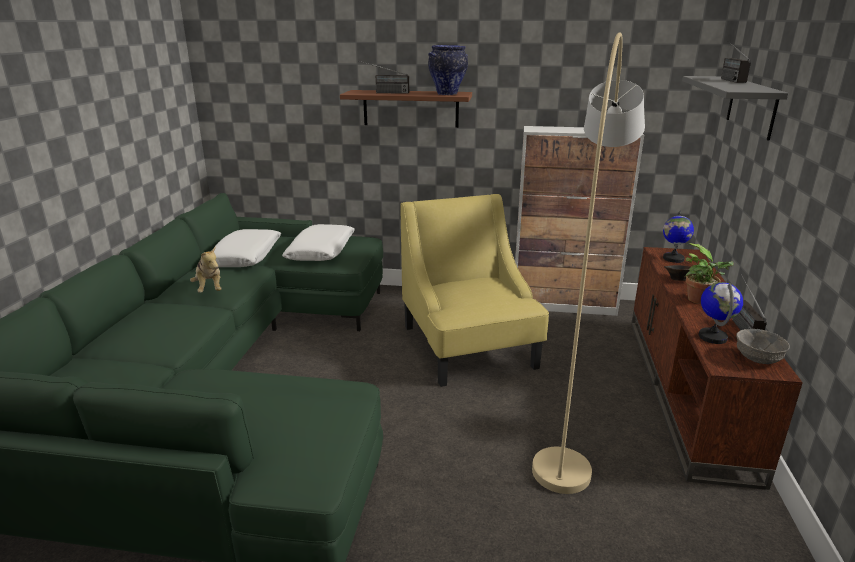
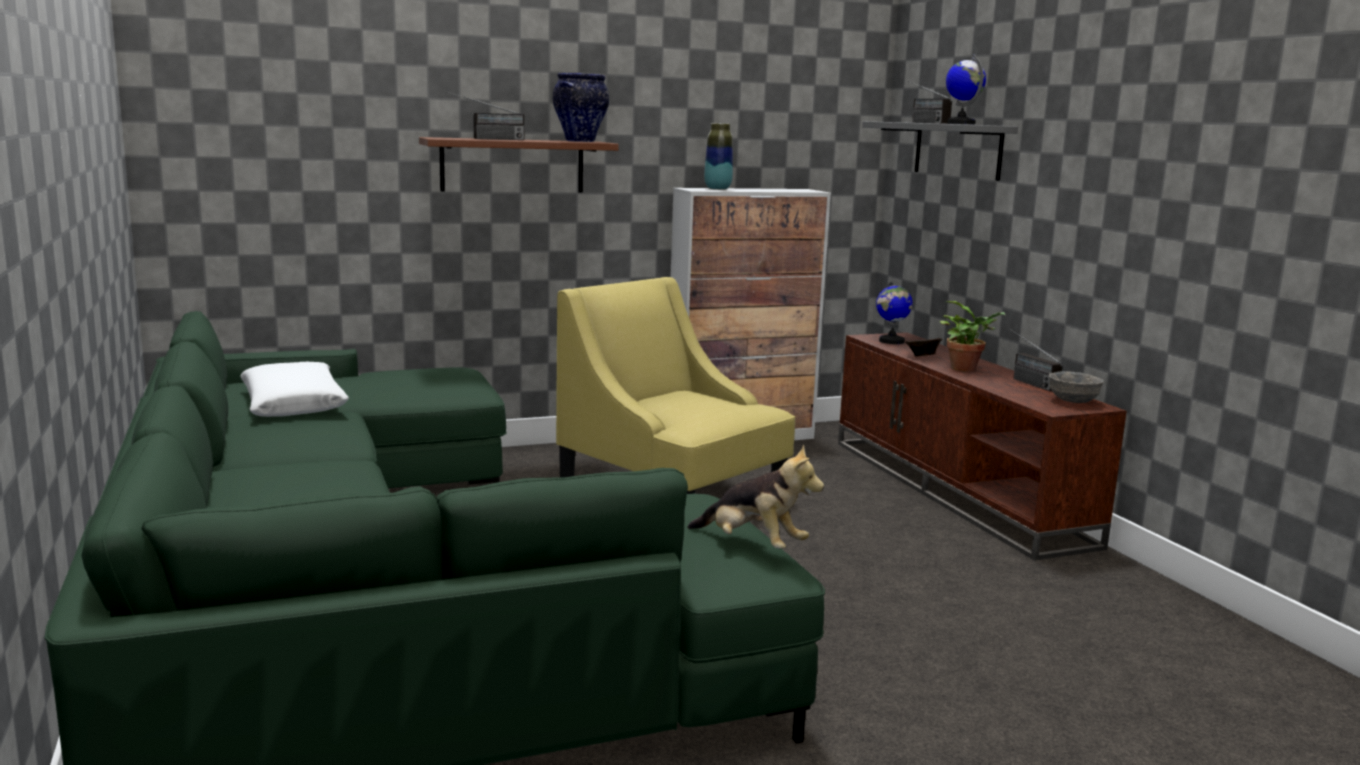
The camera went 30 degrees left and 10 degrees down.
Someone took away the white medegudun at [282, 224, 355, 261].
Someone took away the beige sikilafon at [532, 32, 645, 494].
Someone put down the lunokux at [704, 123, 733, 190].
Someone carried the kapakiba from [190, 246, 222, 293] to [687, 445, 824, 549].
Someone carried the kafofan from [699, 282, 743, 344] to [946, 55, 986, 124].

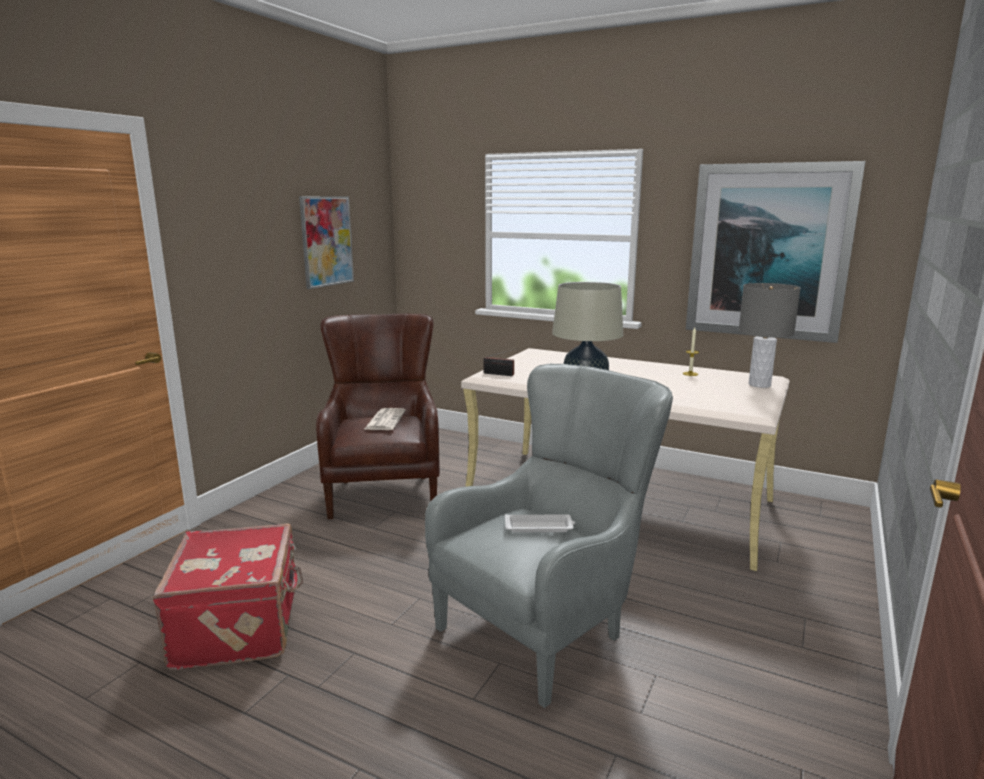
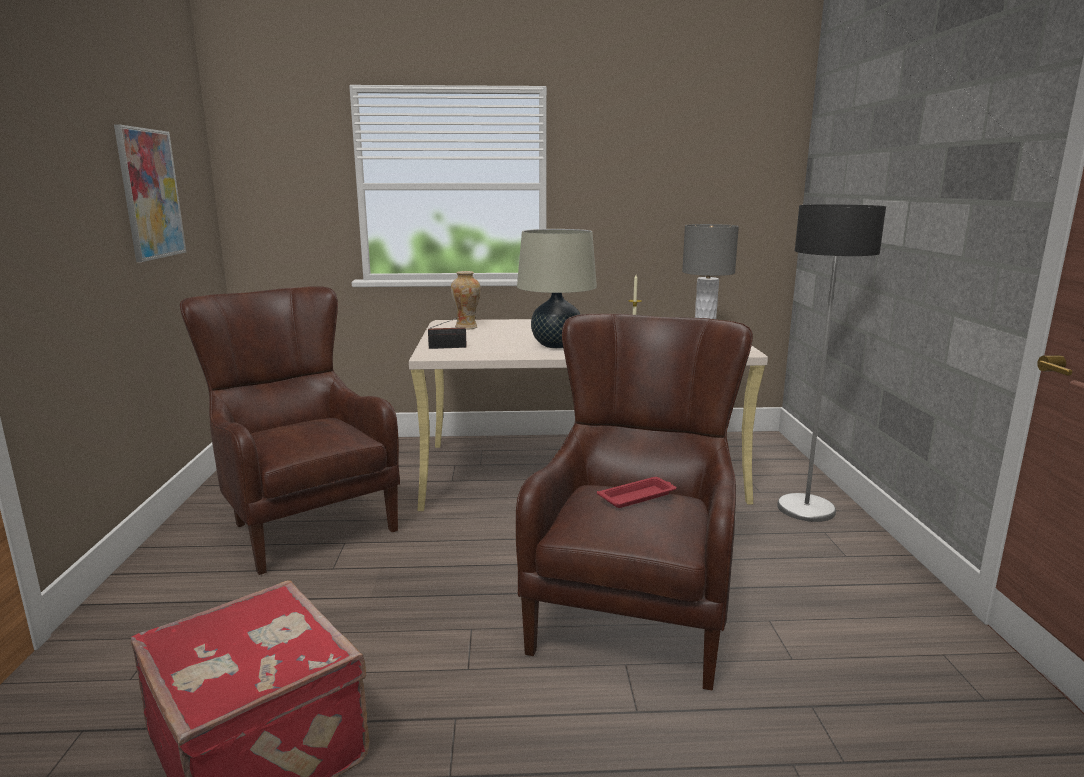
The camera went 30 degrees left and 0 degrees up.
Someone took away the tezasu at [365, 408, 406, 430].
Someone took away the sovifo at [686, 161, 865, 343].
Someone put down the lunokux at [451, 271, 481, 330].
Someone put down the sikilafon at [777, 204, 886, 522].
Someone repainted the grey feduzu at [425, 364, 673, 708], which became the brown feduzu at [516, 314, 753, 690].
Someone repainted the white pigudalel at [505, 514, 575, 532], which became the red pigudalel at [597, 477, 677, 508].

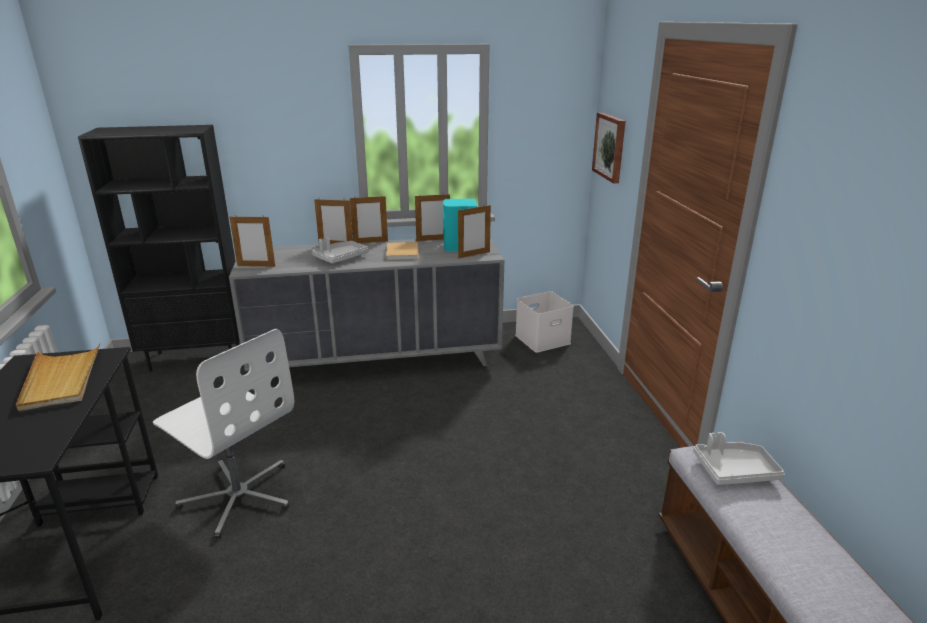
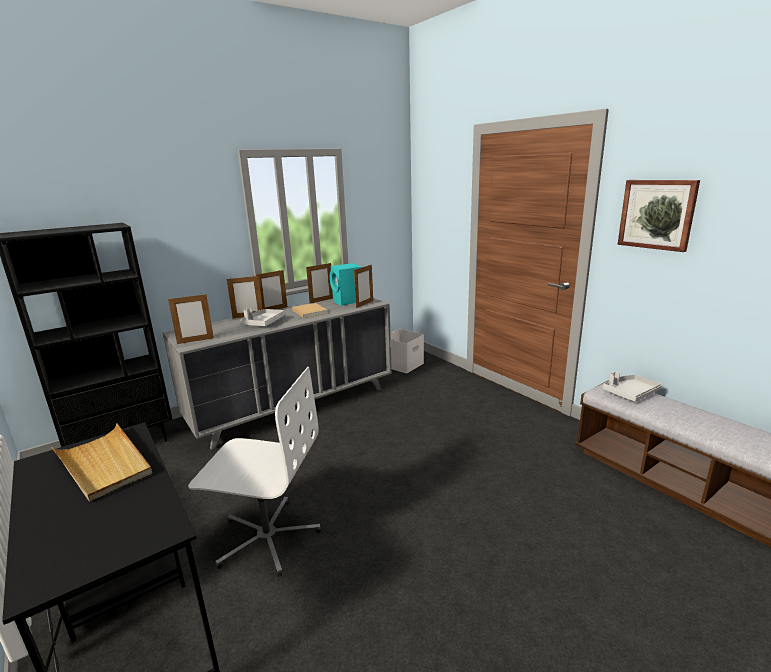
The camera went 25 degrees left and 5 degrees down.
Someone carried the sovifo from [592, 112, 625, 184] to [617, 180, 700, 252].

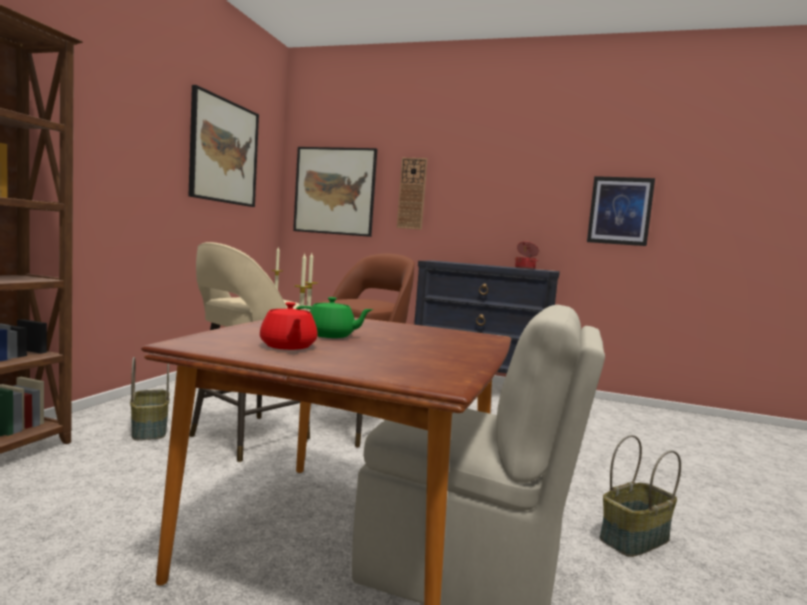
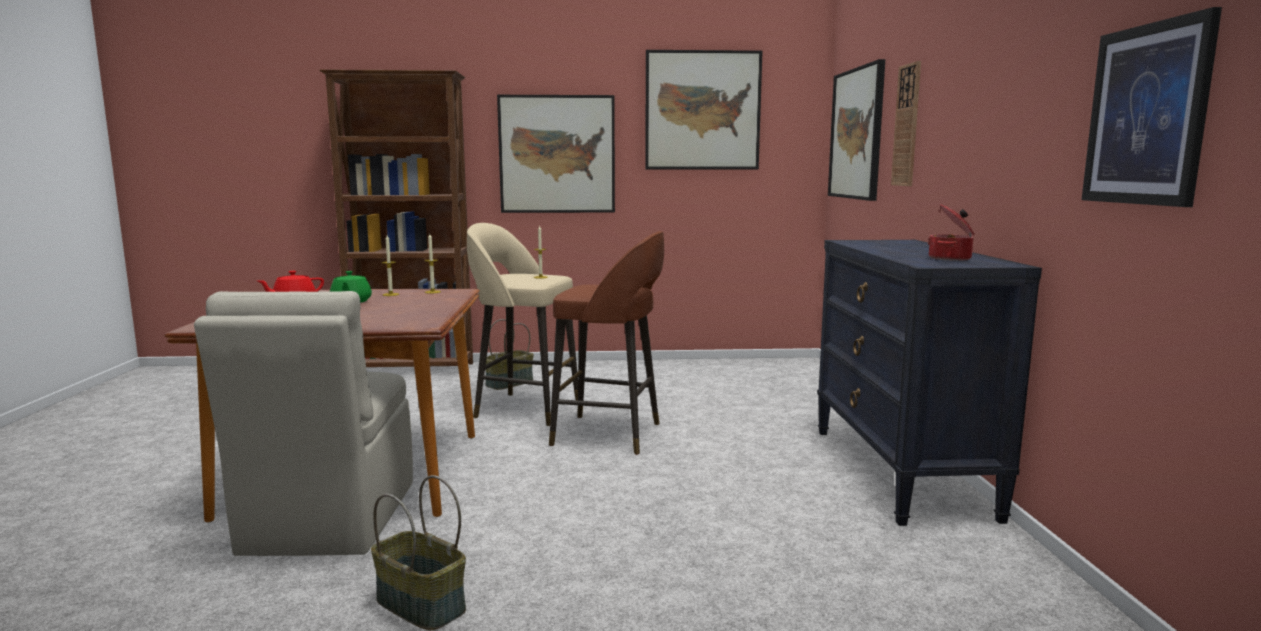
The camera went 70 degrees right and 5 degrees up.
Someone put up the sovifo at [497, 95, 615, 213].

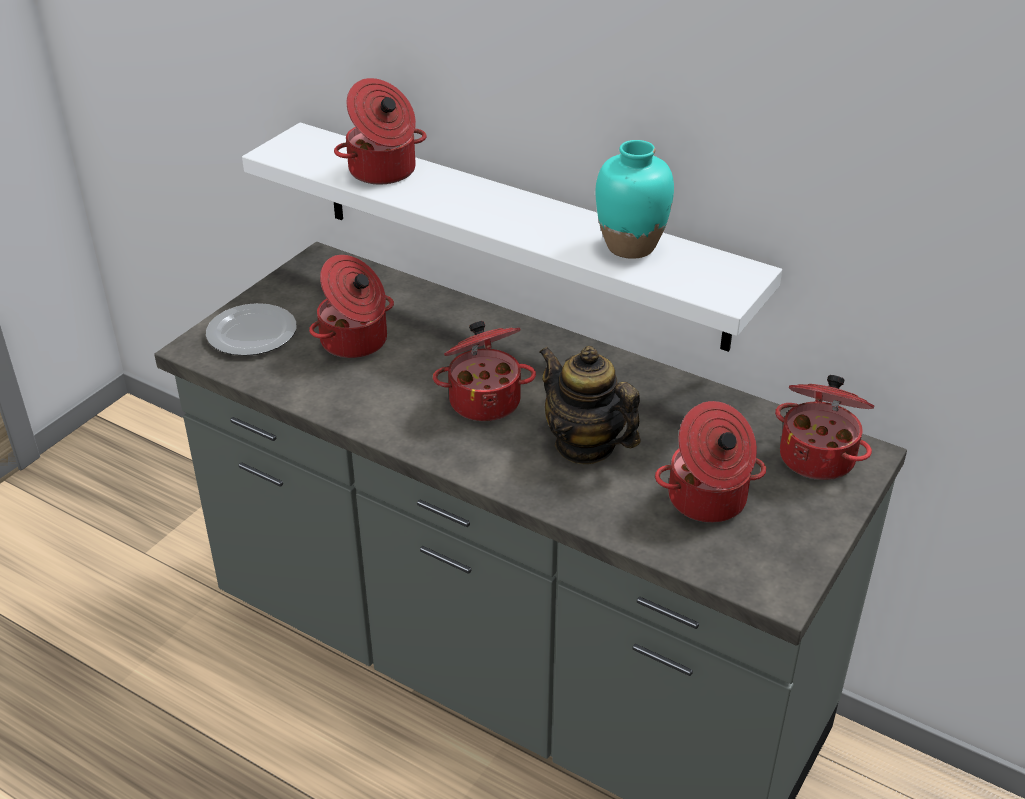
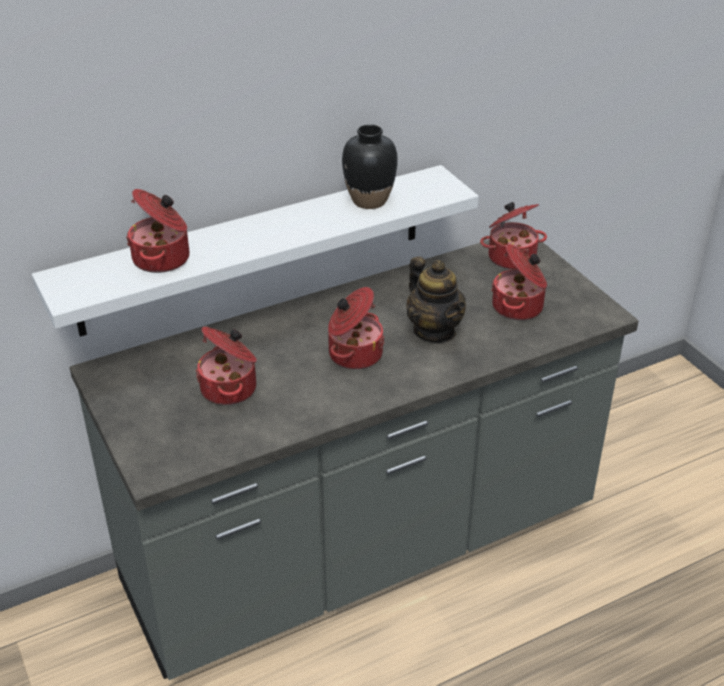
The camera went 60 degrees left and 0 degrees up.
Someone took away the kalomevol at [206, 303, 296, 356].
Someone repainted the turquoise lunokux at [596, 140, 674, 259], which became the black lunokux at [342, 124, 398, 209].
Someone rotated the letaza at [539, 346, 640, 464] by 105 degrees counterclockwise.

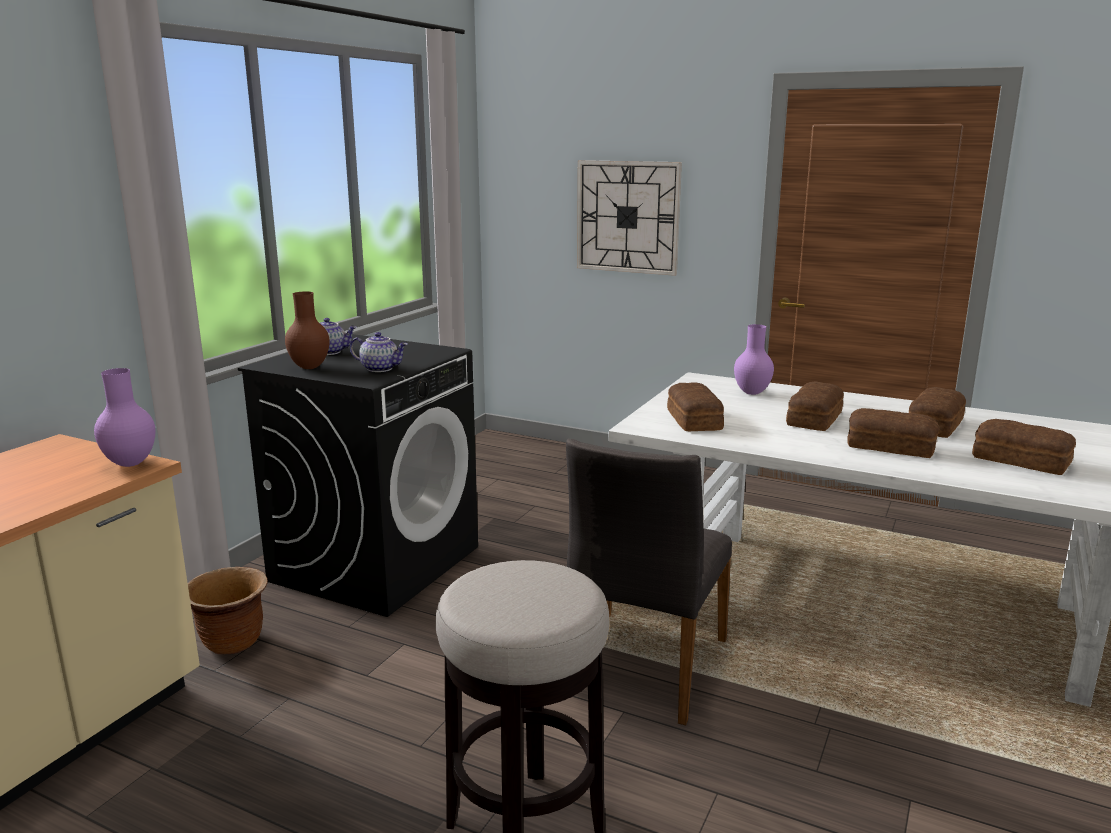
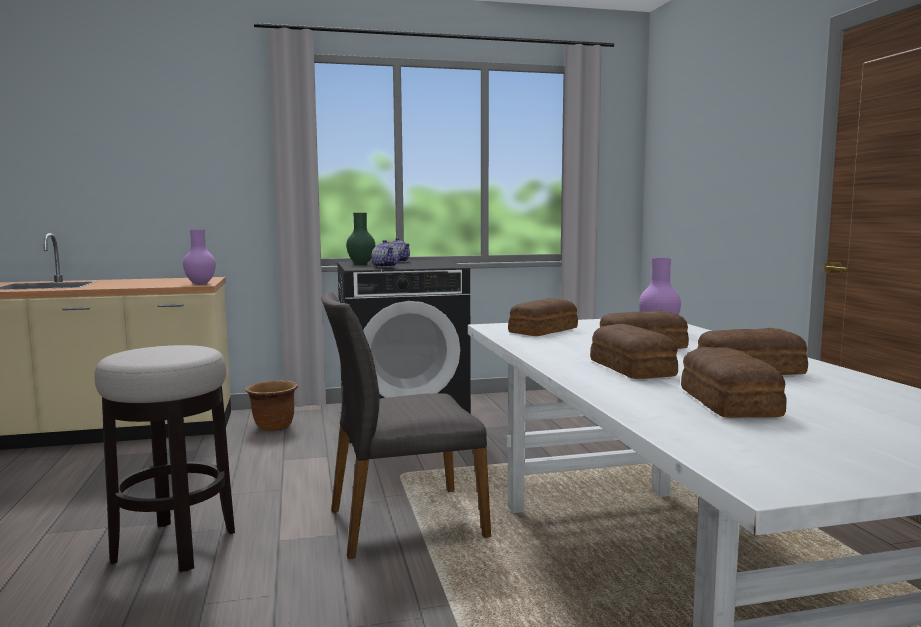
The camera went 50 degrees right and 10 degrees down.
Someone took away the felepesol at [577, 160, 682, 276].
Someone repainted the brown lunokux at [285, 291, 330, 369], which became the green lunokux at [346, 213, 375, 264].

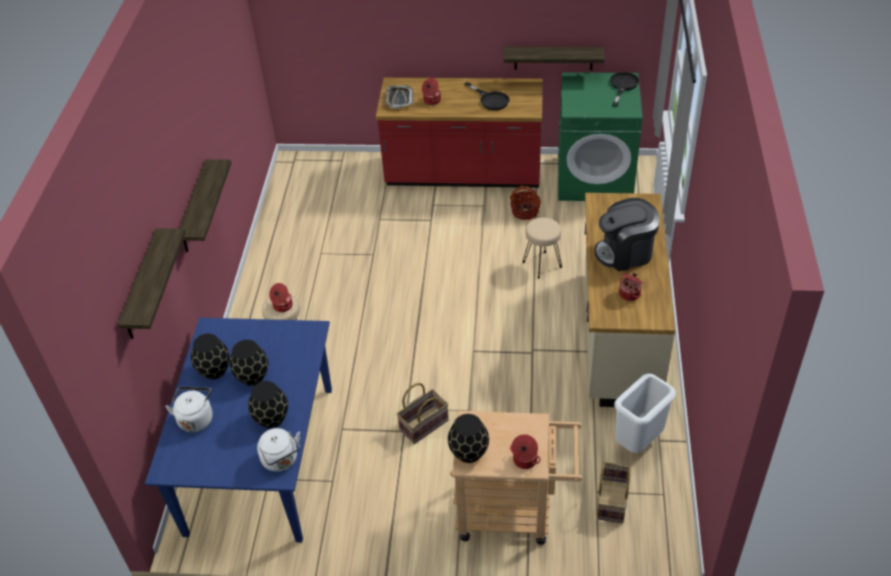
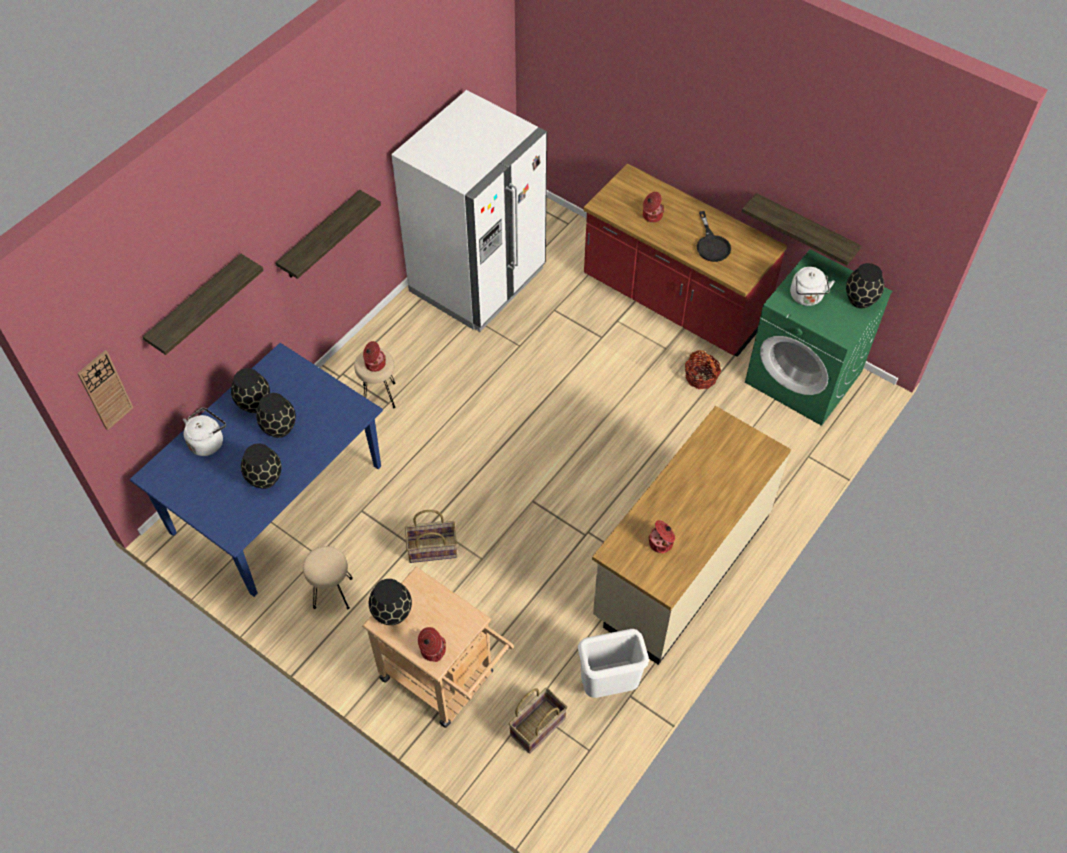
The camera went 30 degrees right and 10 degrees up.
Someone took away the pigudalel at [386, 85, 413, 109].
Someone took away the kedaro at [595, 198, 659, 271].
Someone put up the felepesol at [77, 350, 133, 430].
Someone put down the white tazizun at [391, 90, 547, 332].
Someone carried the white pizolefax from [257, 428, 300, 472] to [790, 267, 835, 306].
Someone carried the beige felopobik from [523, 218, 562, 278] to [303, 546, 353, 609].
Someone swapped the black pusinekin at [610, 72, 639, 106] for the black lunokux at [846, 263, 884, 308].

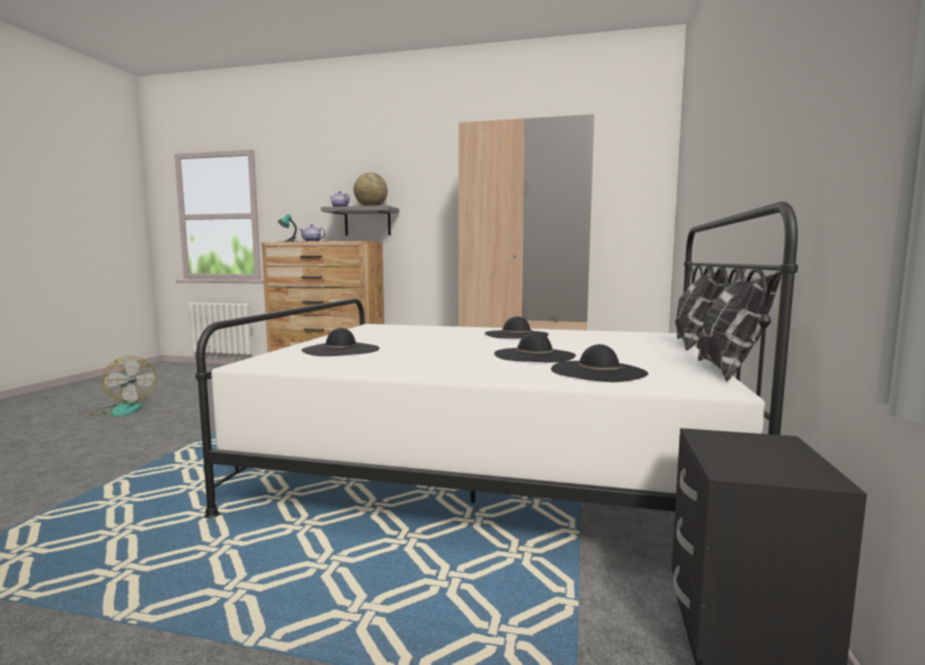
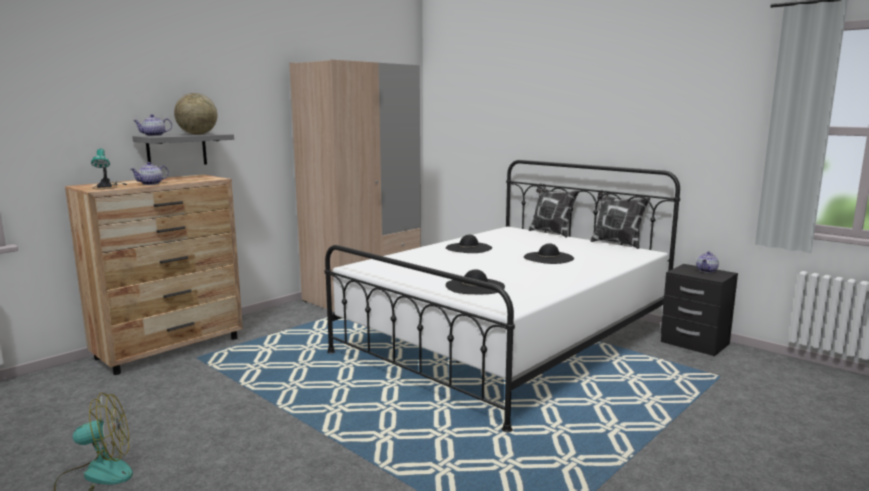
The camera went 60 degrees left and 5 degrees up.
Someone took away the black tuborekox at [551, 344, 648, 382].
Someone put down the letaza at [696, 251, 719, 273].

